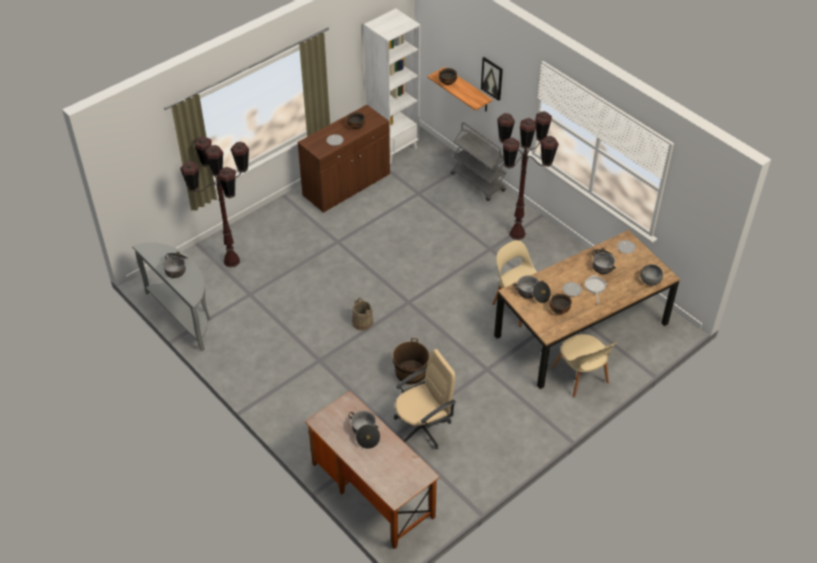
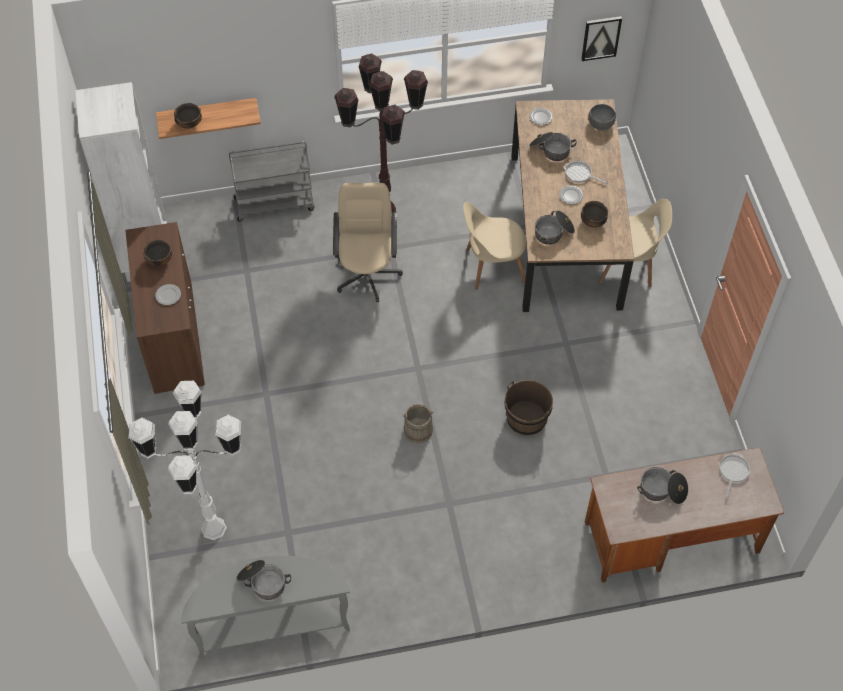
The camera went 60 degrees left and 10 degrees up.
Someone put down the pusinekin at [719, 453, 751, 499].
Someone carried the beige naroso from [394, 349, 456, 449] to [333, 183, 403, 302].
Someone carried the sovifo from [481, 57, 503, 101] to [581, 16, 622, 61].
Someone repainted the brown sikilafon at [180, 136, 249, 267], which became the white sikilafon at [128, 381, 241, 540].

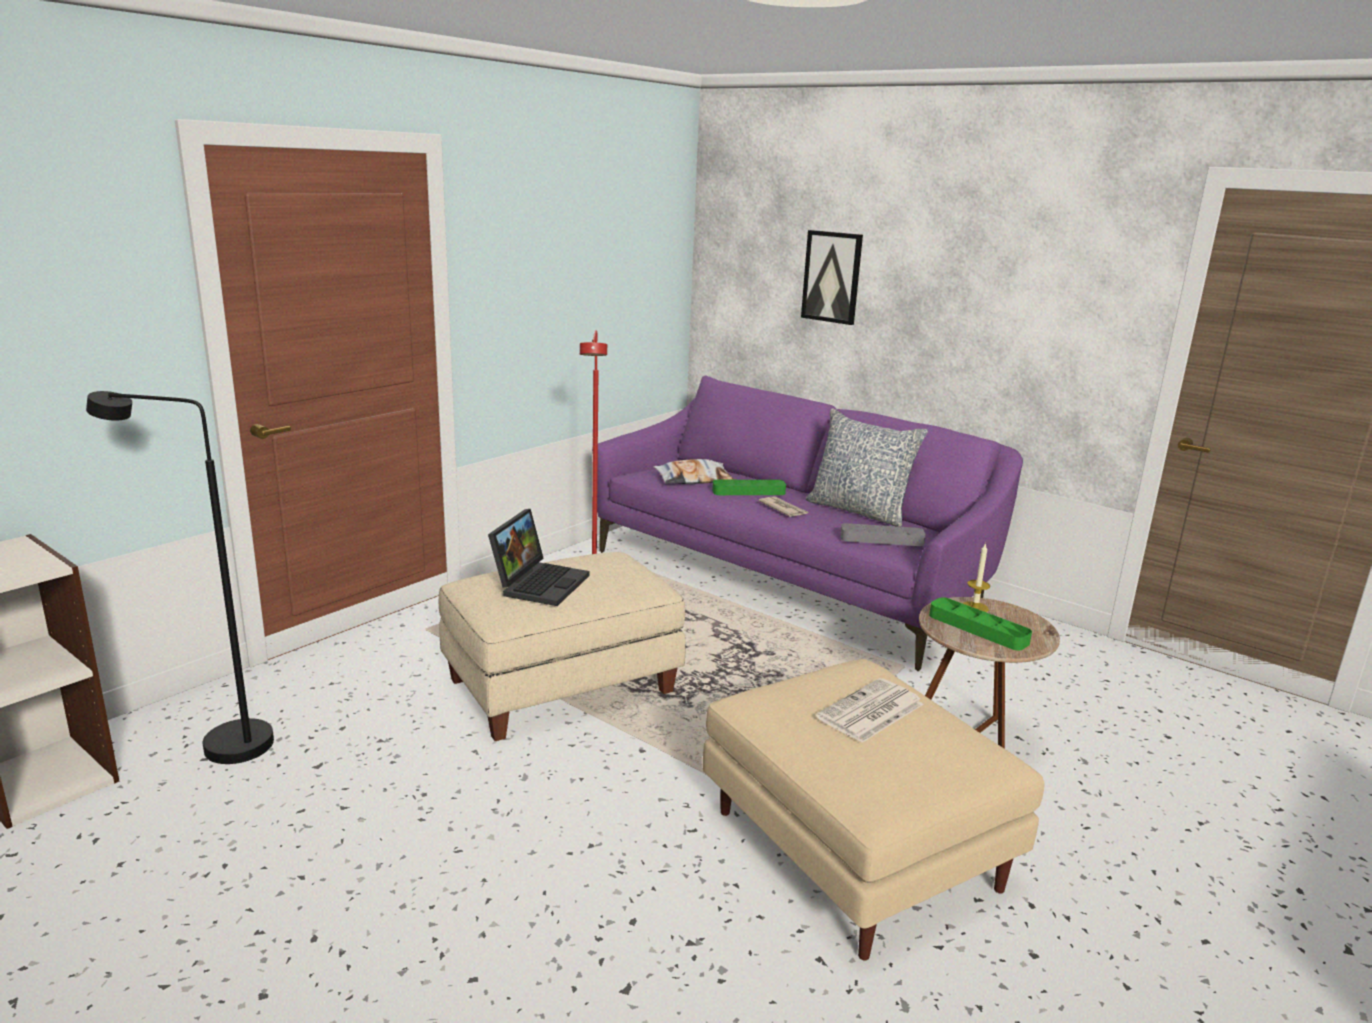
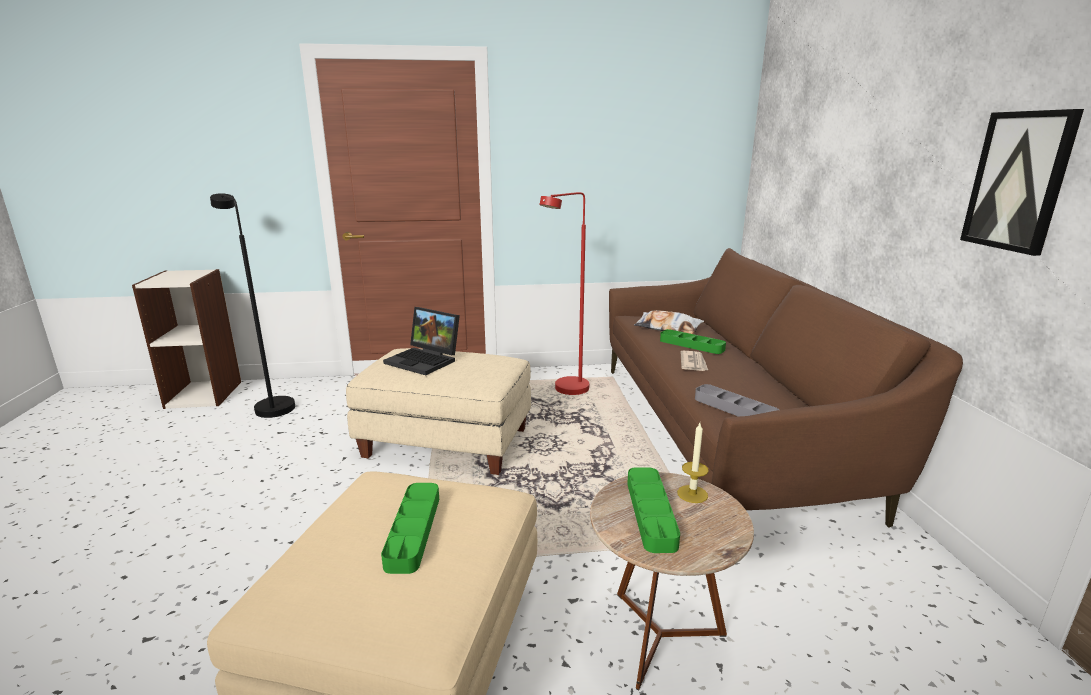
The camera went 45 degrees right and 0 degrees up.
Someone took away the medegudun at [806, 408, 928, 527].
Someone carried the sovifo from [801, 230, 863, 325] to [960, 109, 1084, 256].
Someone swapped the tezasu at [816, 678, 924, 743] for the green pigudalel at [381, 483, 439, 574].
Someone repainted the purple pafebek at [592, 376, 1023, 671], which became the brown pafebek at [609, 248, 963, 528].
Someone rotated the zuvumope at [488, 509, 589, 606] by 60 degrees clockwise.

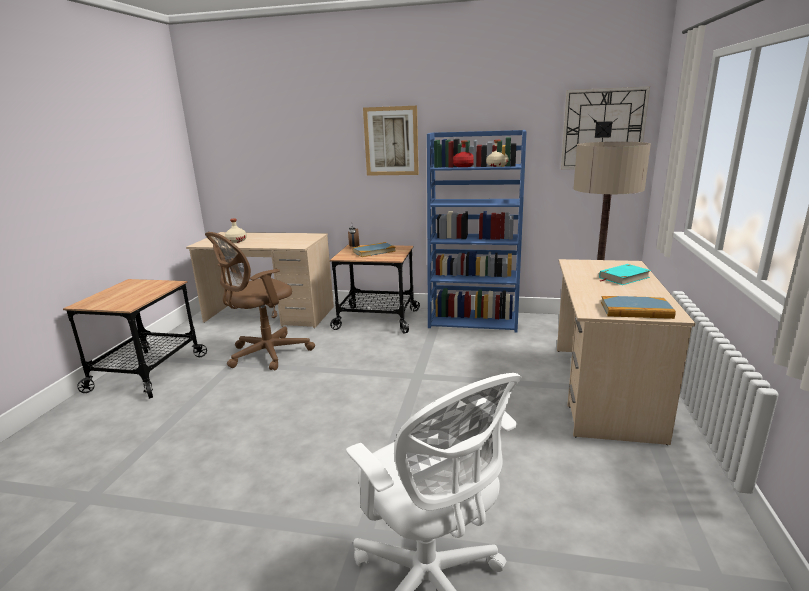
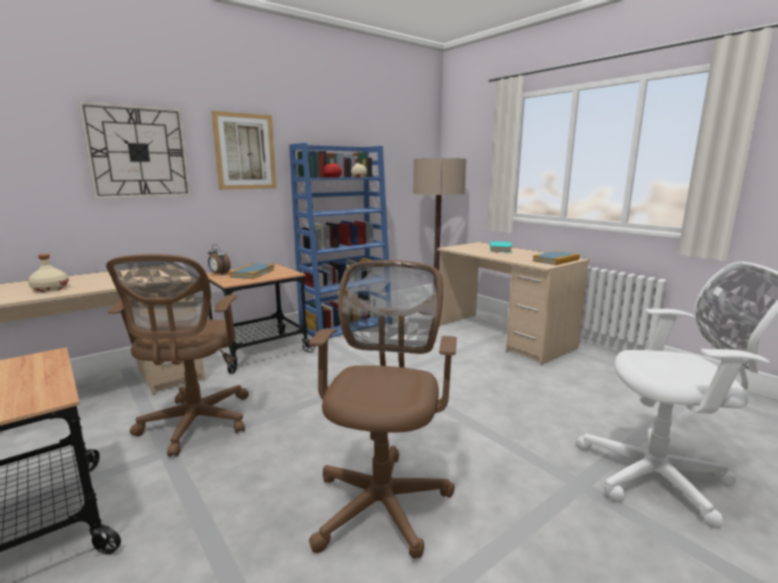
The camera went 50 degrees left and 5 degrees down.
Someone put down the brown naroso at [308, 260, 457, 559].
Someone carried the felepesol from [561, 86, 650, 169] to [78, 101, 191, 200].

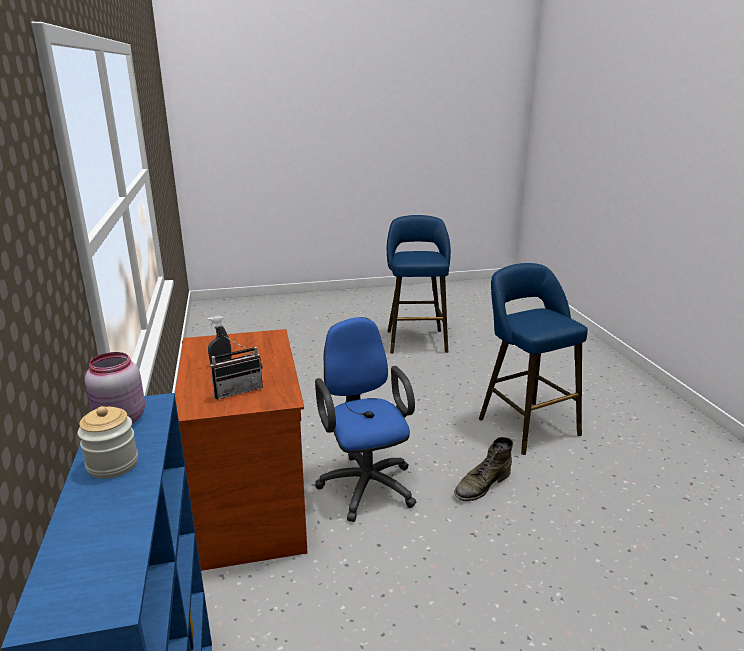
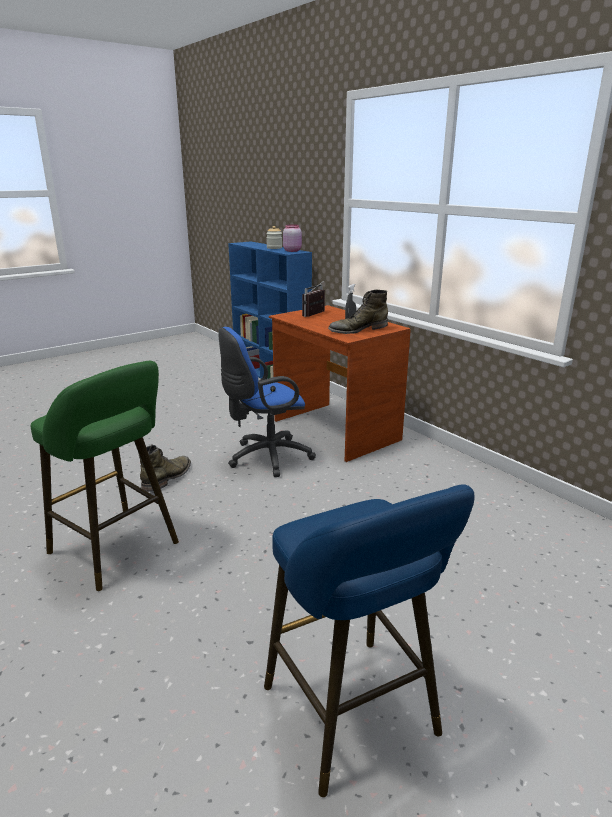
The camera went 155 degrees right and 0 degrees up.
Someone put down the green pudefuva at [328, 289, 388, 334].
Someone repainted the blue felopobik at [479, 263, 588, 455], which became the green felopobik at [31, 361, 179, 591].
Someone rotated the blue naroso at [315, 317, 416, 522] by 105 degrees clockwise.

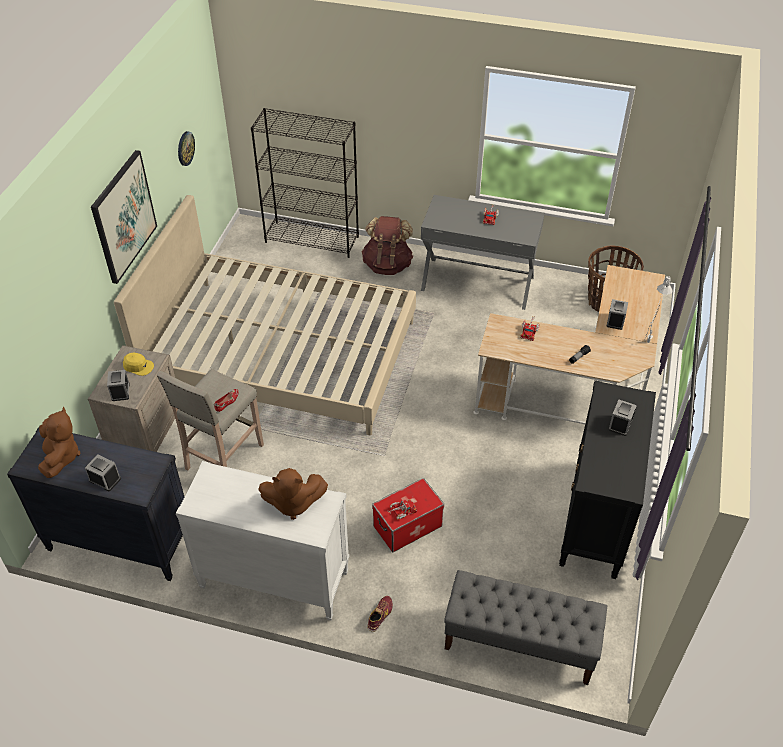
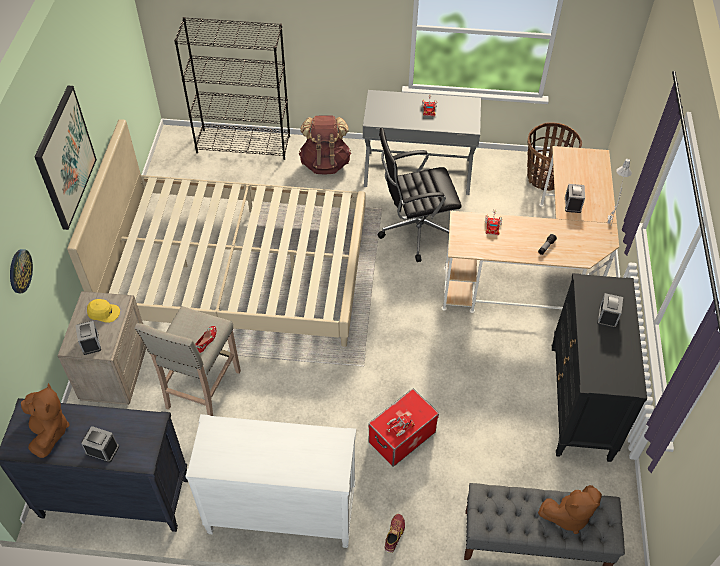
The camera went 10 degrees left and 5 degrees up.
Someone put down the black naroso at [377, 128, 462, 262].
Someone carried the felepesol from [178, 131, 195, 166] to [10, 249, 33, 293].
Someone carried the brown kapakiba from [258, 468, 328, 520] to [538, 485, 602, 534].

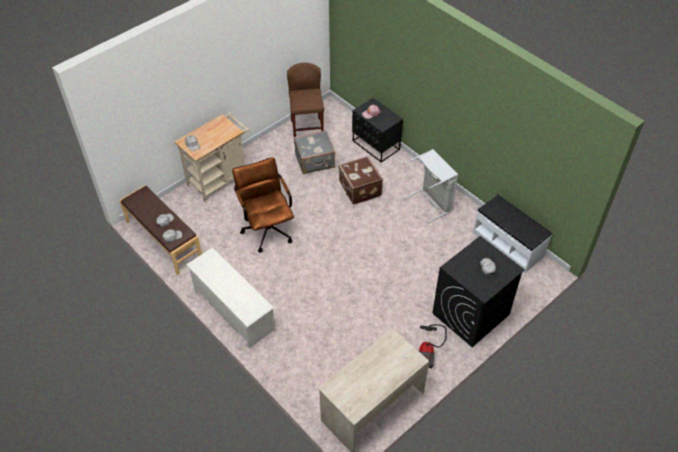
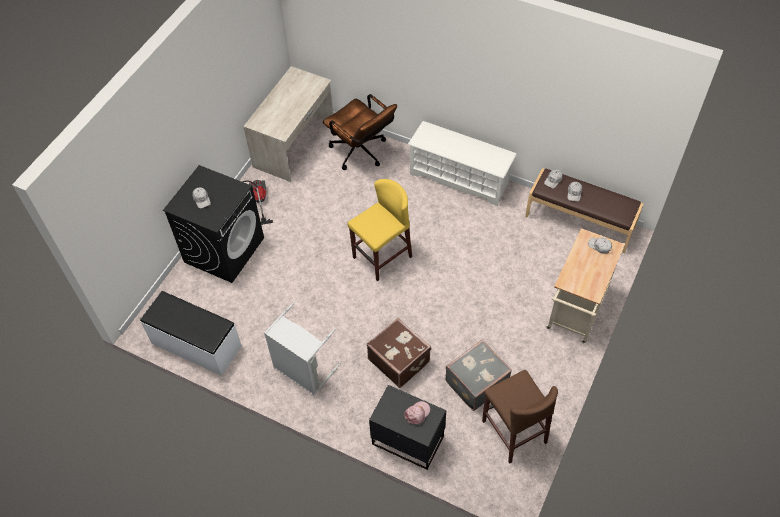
The camera went 160 degrees right and 5 degrees up.
Someone put down the yellow felopobik at [347, 179, 412, 282].
Someone carried the brown naroso from [232, 157, 294, 253] to [323, 94, 397, 170].

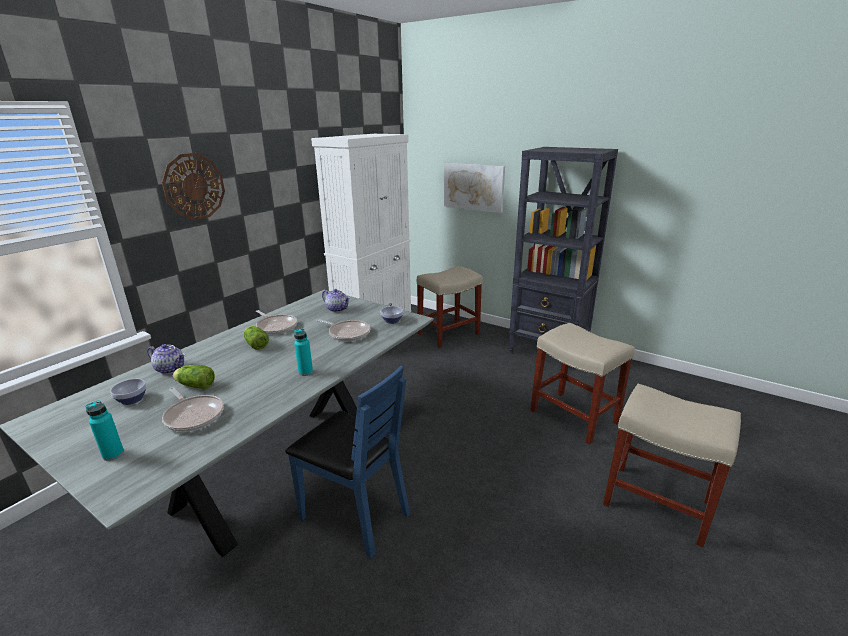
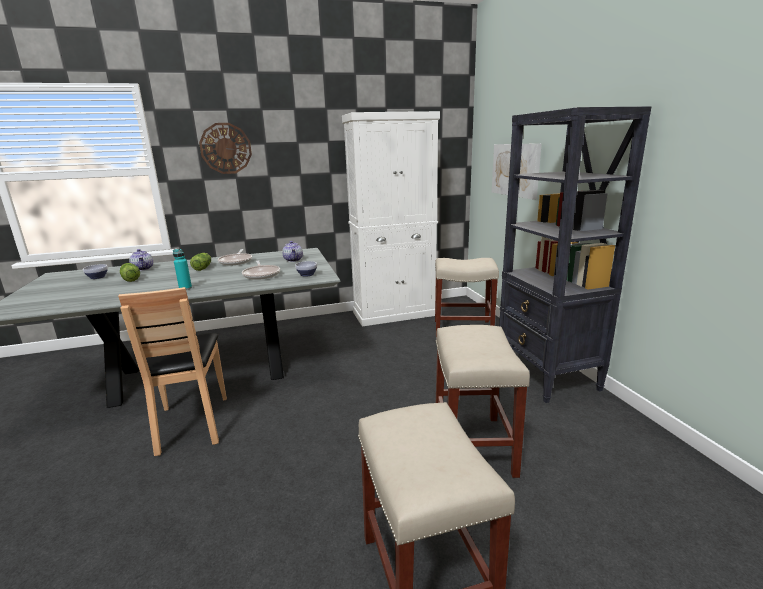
The camera went 40 degrees right and 5 degrees down.
Someone took away the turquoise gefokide at [85, 400, 124, 461].
Someone took away the pusinekin at [162, 387, 224, 432].
Someone repainted the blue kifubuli at [285, 366, 410, 558], which became the brown kifubuli at [118, 287, 227, 456].

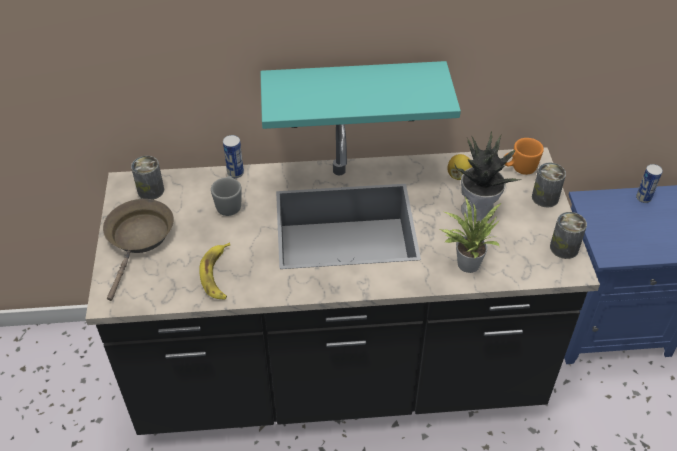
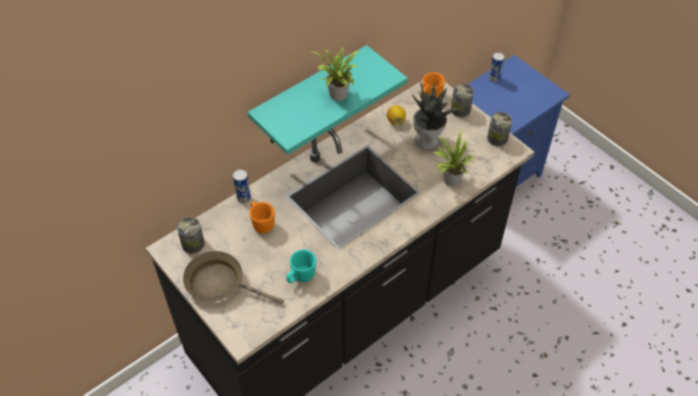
The camera went 35 degrees left and 5 degrees up.
Someone put down the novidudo at [311, 46, 359, 101].
Someone swapped the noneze at [199, 243, 230, 299] for the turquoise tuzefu at [286, 250, 316, 283].
Someone repainted the grey tuzefu at [211, 176, 242, 216], which became the orange tuzefu at [249, 201, 275, 234].
Someone rotated the brown pusinekin at [103, 199, 174, 301] by 45 degrees counterclockwise.

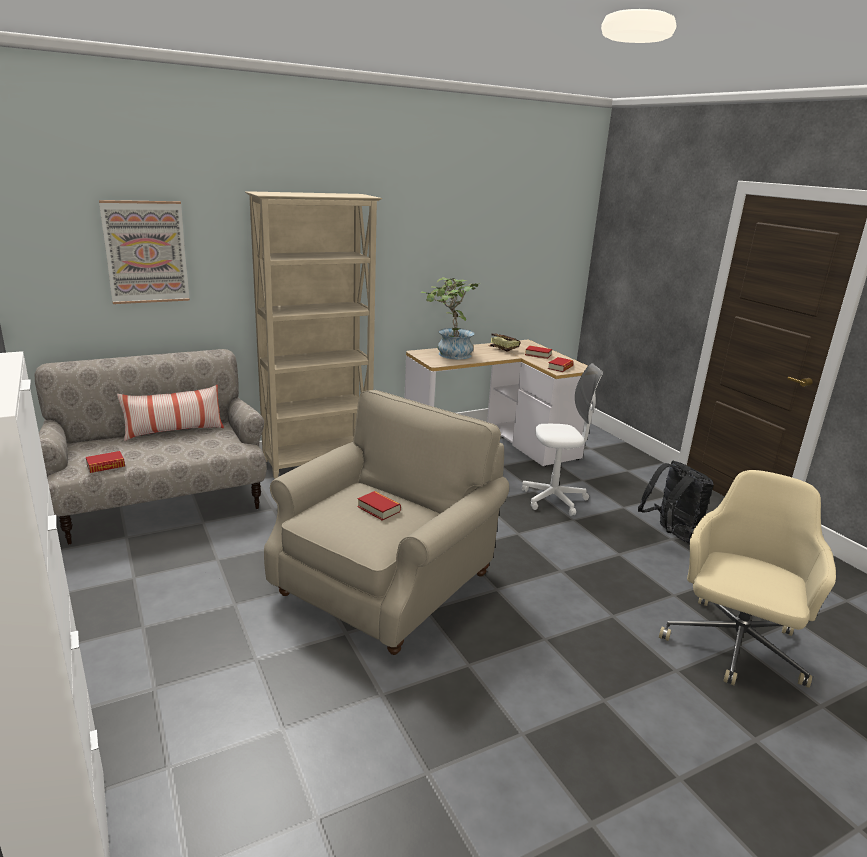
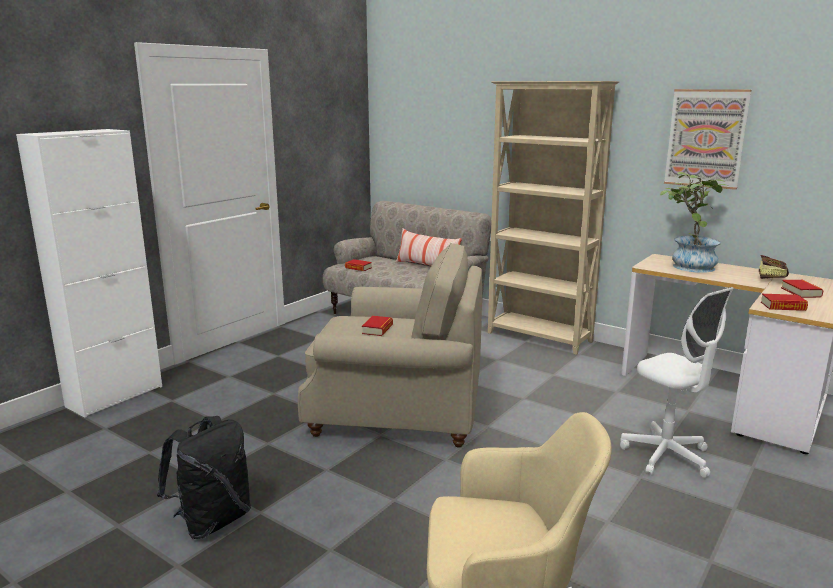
The camera went 65 degrees right and 5 degrees down.
Someone carried the sovifo from [99, 200, 190, 304] to [664, 89, 751, 190].
Someone carried the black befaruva from [638, 461, 714, 543] to [157, 416, 251, 539].

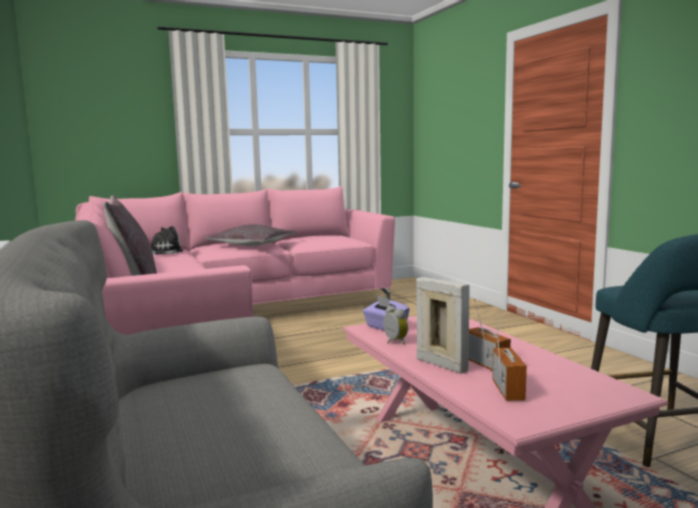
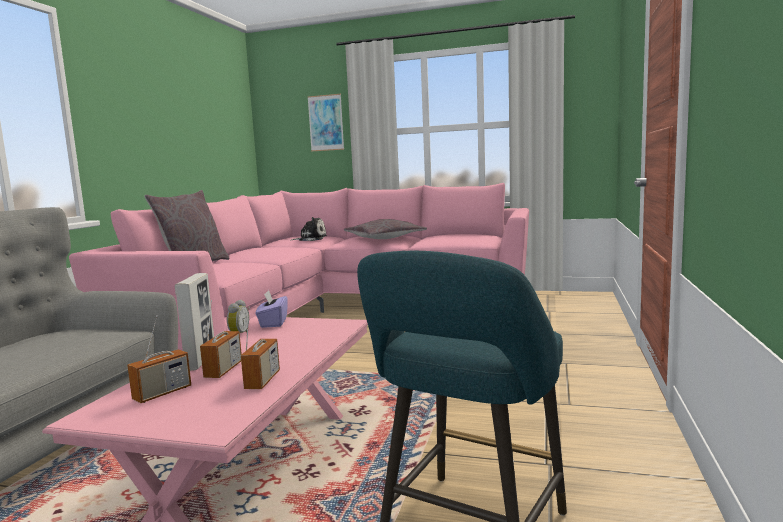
The camera went 40 degrees right and 0 degrees up.
Someone put down the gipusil at [241, 306, 280, 389].
Someone put up the sovifo at [307, 94, 344, 151].

